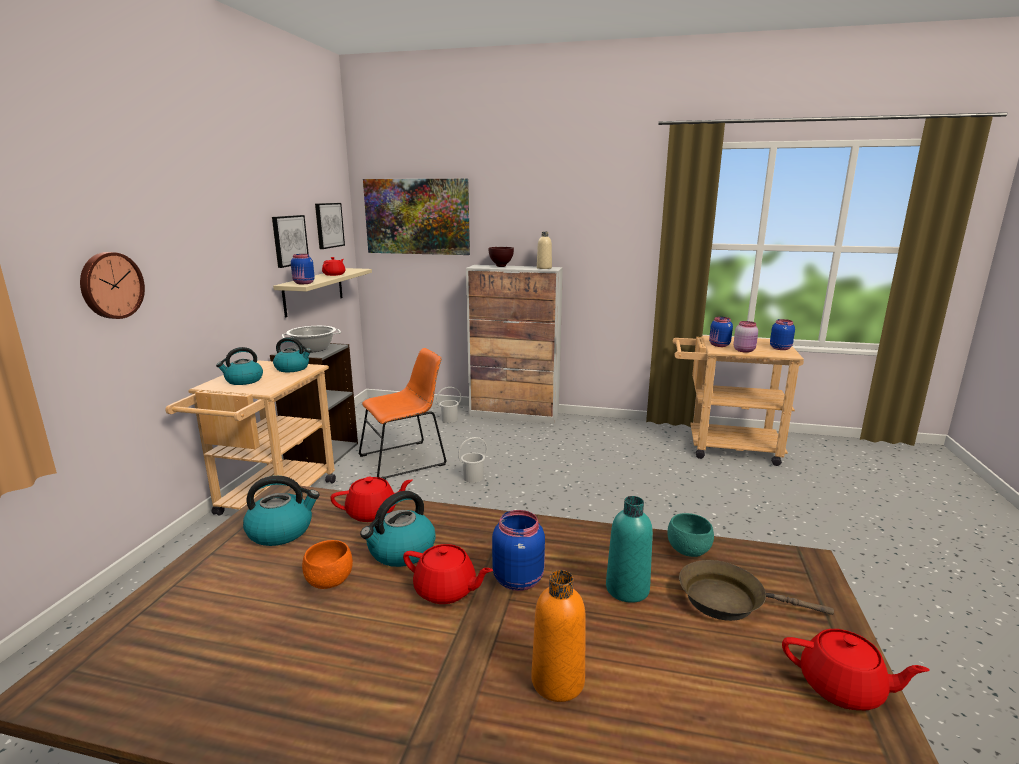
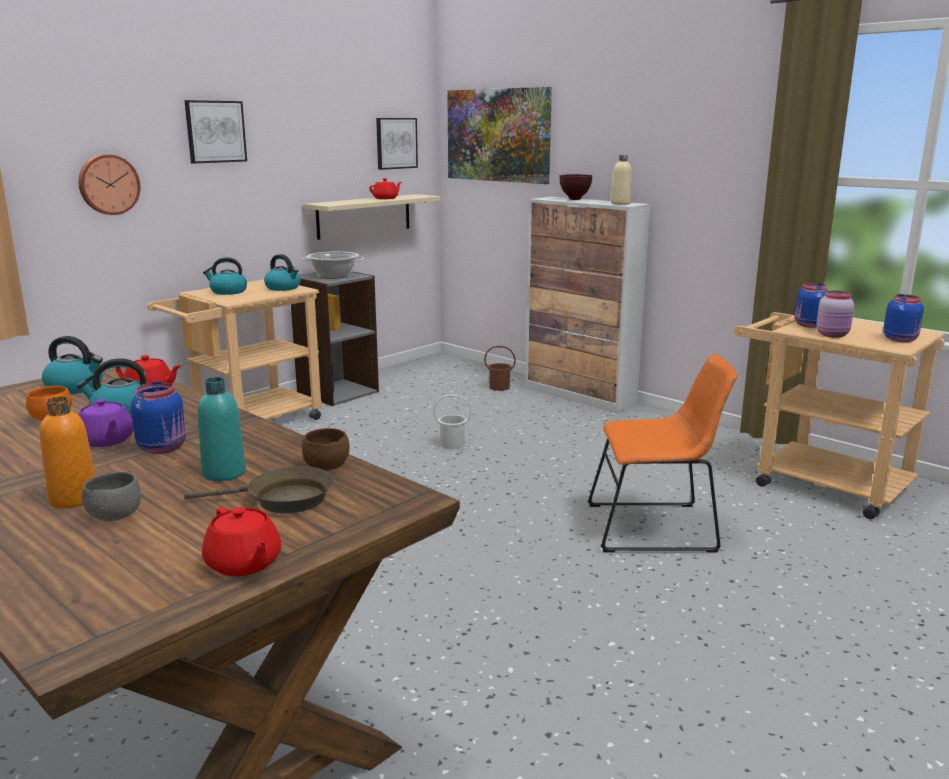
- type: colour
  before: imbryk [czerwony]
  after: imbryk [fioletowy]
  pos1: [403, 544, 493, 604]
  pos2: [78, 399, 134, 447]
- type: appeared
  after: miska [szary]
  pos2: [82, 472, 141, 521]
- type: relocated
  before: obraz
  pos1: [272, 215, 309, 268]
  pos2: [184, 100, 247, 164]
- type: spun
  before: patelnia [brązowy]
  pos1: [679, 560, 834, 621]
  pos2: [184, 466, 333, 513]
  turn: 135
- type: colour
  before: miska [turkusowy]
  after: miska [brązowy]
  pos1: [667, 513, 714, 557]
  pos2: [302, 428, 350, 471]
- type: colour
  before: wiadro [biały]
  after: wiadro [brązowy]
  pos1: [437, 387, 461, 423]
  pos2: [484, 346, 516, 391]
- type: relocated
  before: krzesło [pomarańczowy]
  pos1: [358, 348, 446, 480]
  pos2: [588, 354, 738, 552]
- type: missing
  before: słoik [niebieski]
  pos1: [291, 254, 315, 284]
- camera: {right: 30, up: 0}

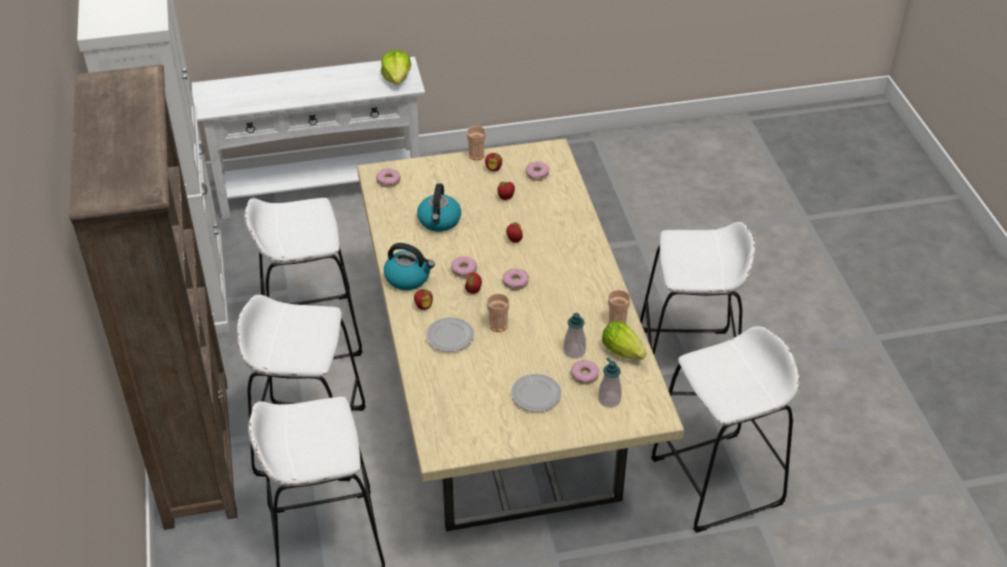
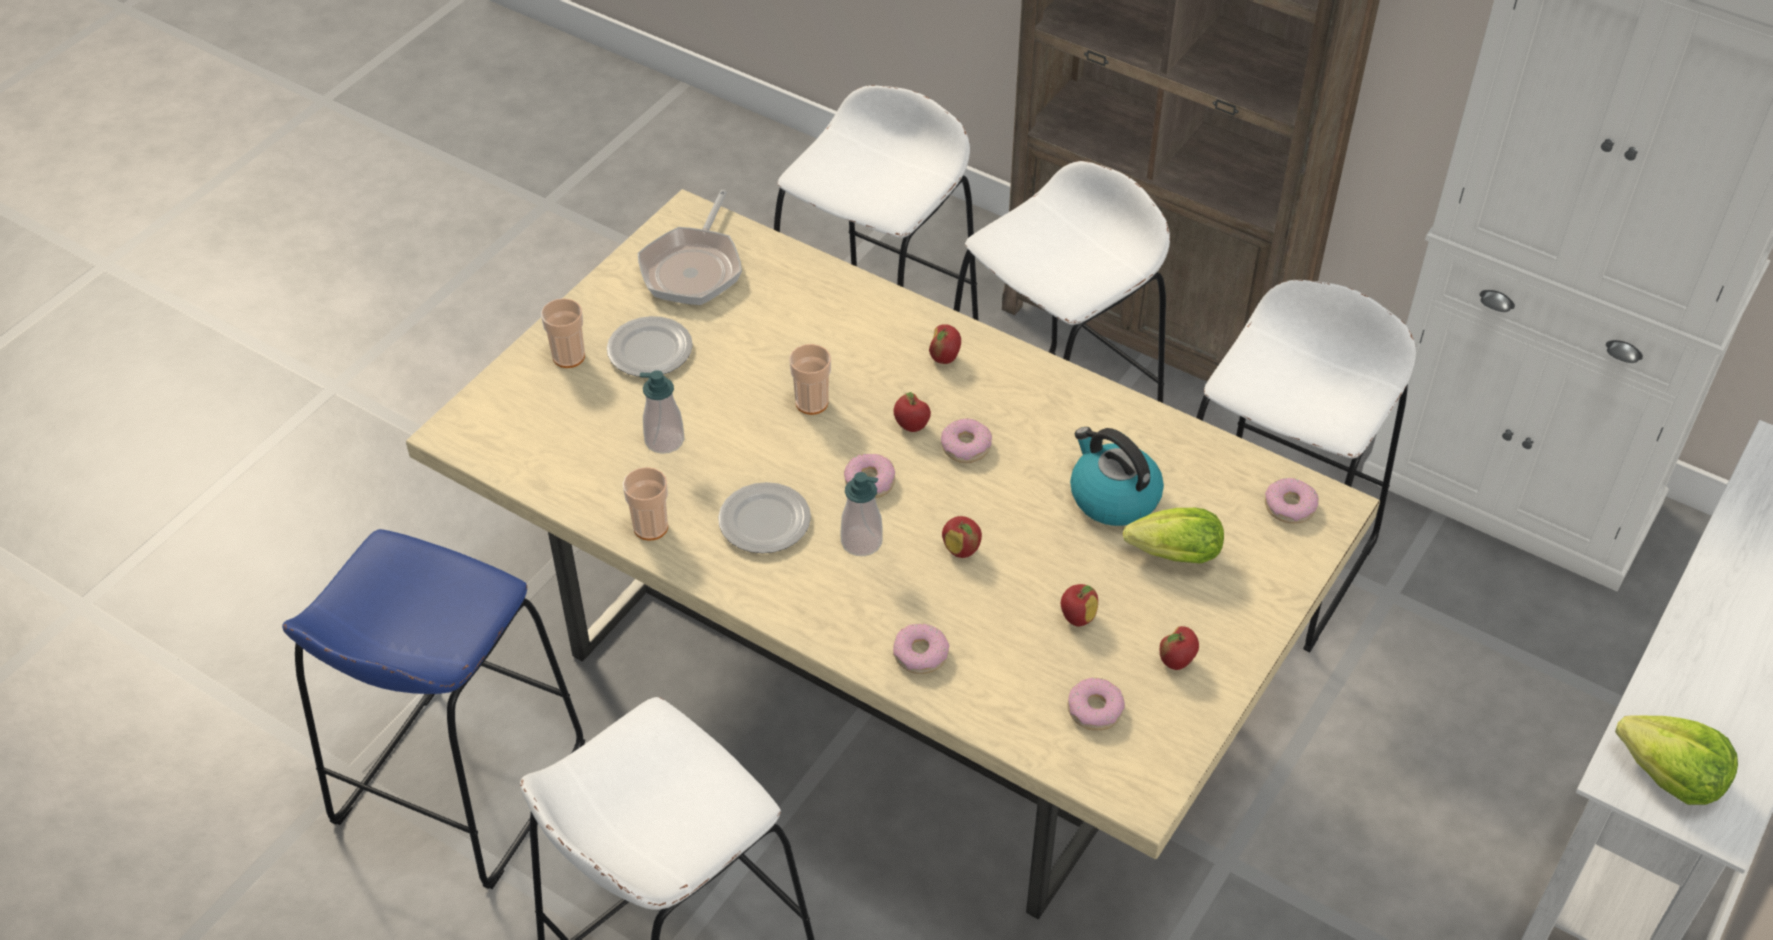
- type: colour
  before: stołek [biały]
  after: stołek [niebieski]
  pos1: [651, 326, 799, 533]
  pos2: [282, 529, 585, 889]
- type: relocated
  before: filiżanka
  pos1: [467, 126, 486, 160]
  pos2: [541, 298, 585, 368]
- type: appeared
  after: patelnia
  pos2: [638, 190, 742, 305]
- type: relocated
  before: talerz
  pos1: [426, 317, 474, 352]
  pos2: [718, 482, 811, 554]
- type: relocated
  before: dozownik mydła
  pos1: [598, 358, 621, 407]
  pos2: [840, 472, 883, 556]
- type: relocated
  before: donut
  pos1: [571, 360, 599, 385]
  pos2: [893, 624, 950, 674]
- type: relocated
  before: sałata
  pos1: [602, 321, 646, 360]
  pos2: [1123, 508, 1224, 564]
- type: missing
  before: czajnik
  pos1: [384, 243, 435, 290]
- camera: {right: 135, up: 5}

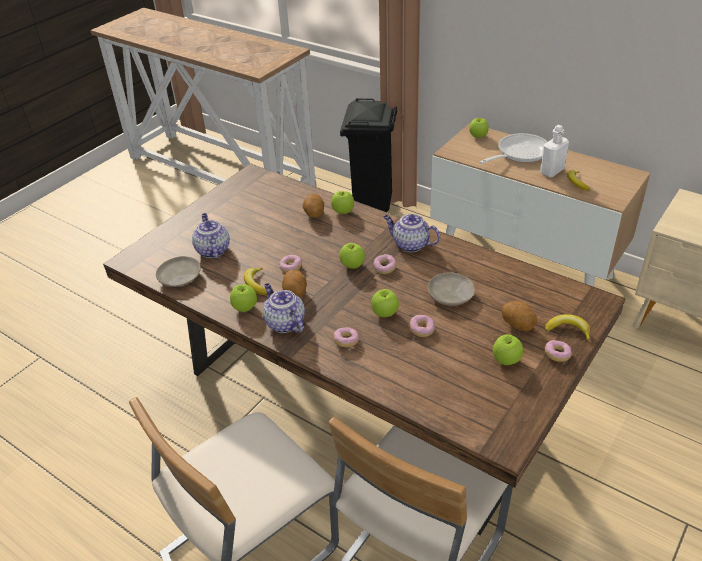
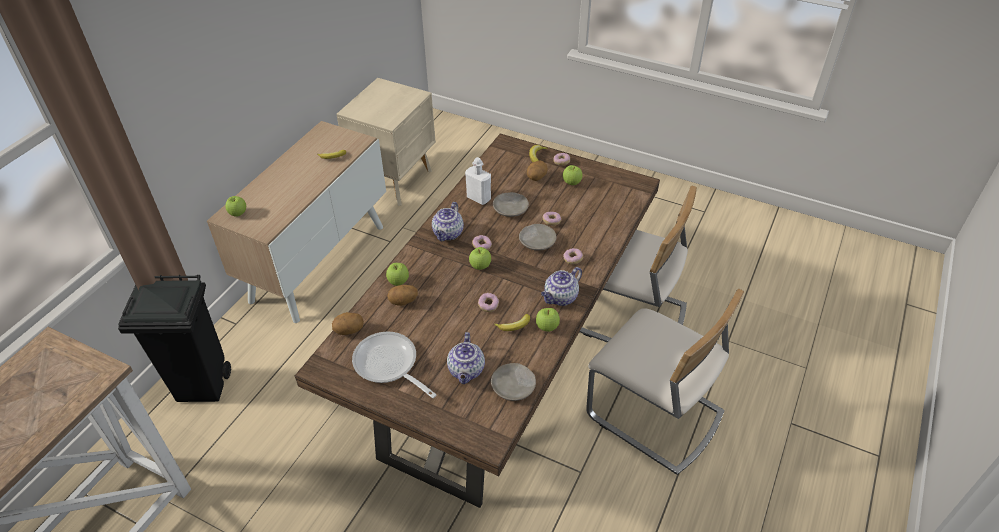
- type: relocated
  before: ziemniak
  pos1: [282, 270, 307, 298]
  pos2: [332, 312, 364, 335]
- type: relocated
  before: patelnia
  pos1: [479, 133, 548, 164]
  pos2: [352, 331, 437, 398]
- type: spun
  before: imbryk
  pos1: [192, 213, 230, 259]
  pos2: [447, 332, 485, 384]
  turn: -60
- type: relocated
  before: butelka [biały]
  pos1: [540, 125, 569, 177]
  pos2: [465, 157, 491, 205]
- type: exchanged
  before: jabłko
  after: talerz [beżowy]
  pos1: [371, 289, 399, 317]
  pos2: [519, 224, 557, 251]
- camera: {right: -100, up: 5}

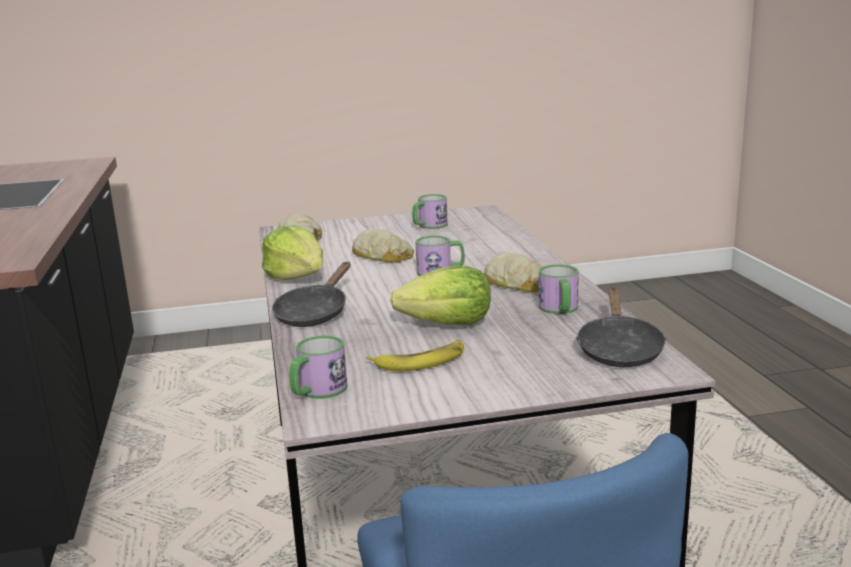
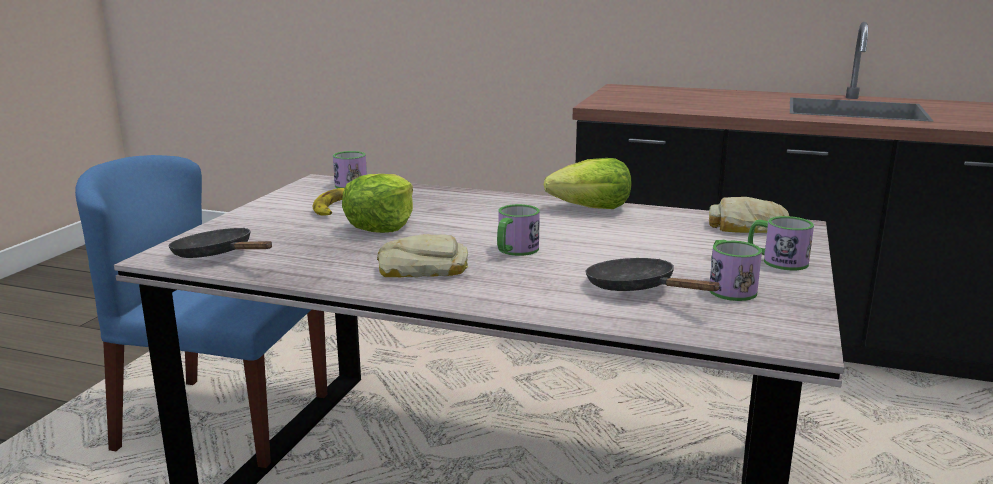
- type: relocated
  before: patelnia [czarny]
  pos1: [272, 262, 350, 327]
  pos2: [585, 258, 721, 291]
- type: relocated
  before: kubek
  pos1: [539, 265, 579, 314]
  pos2: [748, 216, 814, 270]
- type: missing
  before: chleb
  pos1: [352, 228, 414, 263]
- camera: {right: 120, up: 0}

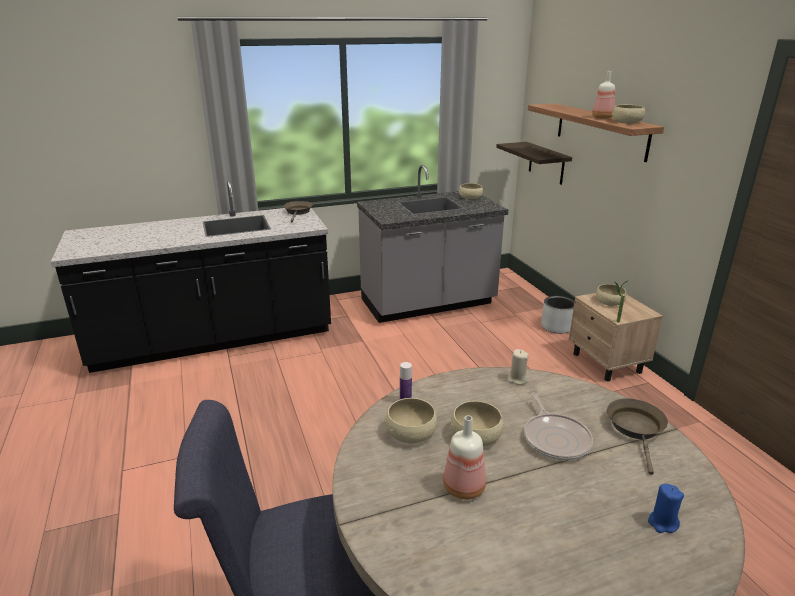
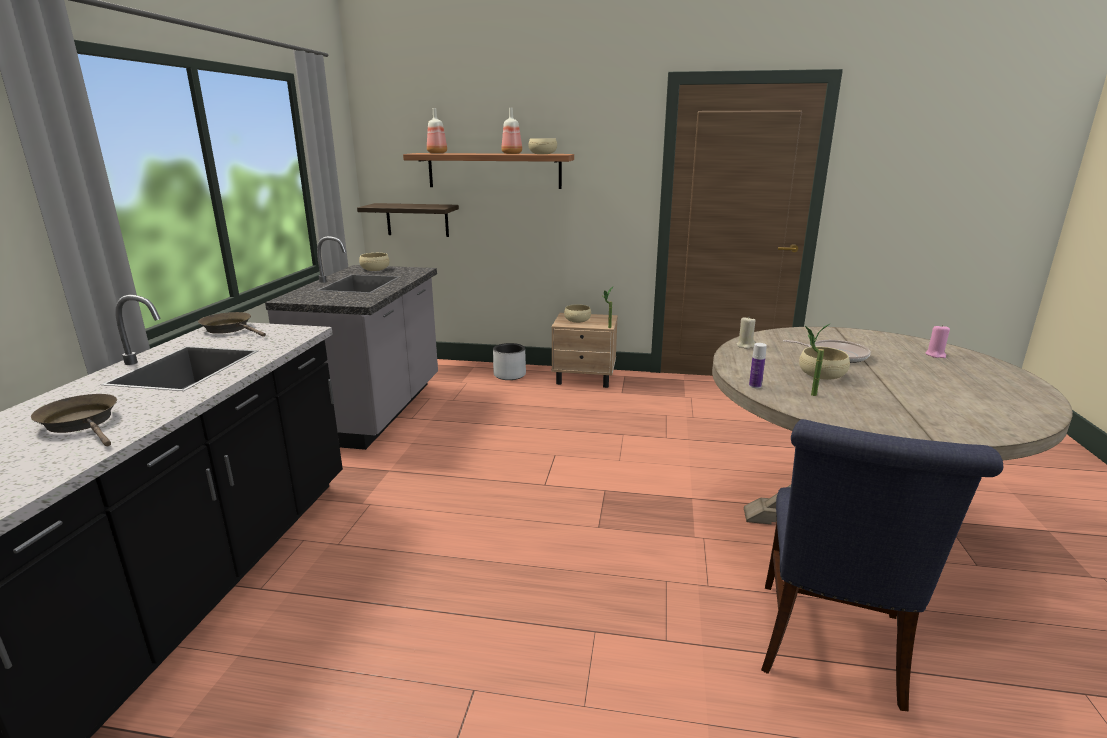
- type: relocated
  before: patelnia [brązowy]
  pos1: [607, 398, 668, 475]
  pos2: [31, 394, 117, 446]
- type: relocated
  before: butelka
  pos1: [443, 415, 486, 499]
  pos2: [427, 108, 447, 154]
- type: exchanged
  before: miska [beżowy]
  after: roślina doniczkowa
  pos1: [385, 398, 437, 443]
  pos2: [805, 323, 831, 396]
- type: colour
  before: świeca [niebieski]
  after: świeca [różowy]
  pos1: [648, 484, 684, 533]
  pos2: [926, 324, 950, 358]
- camera: {right: -60, up: -5}

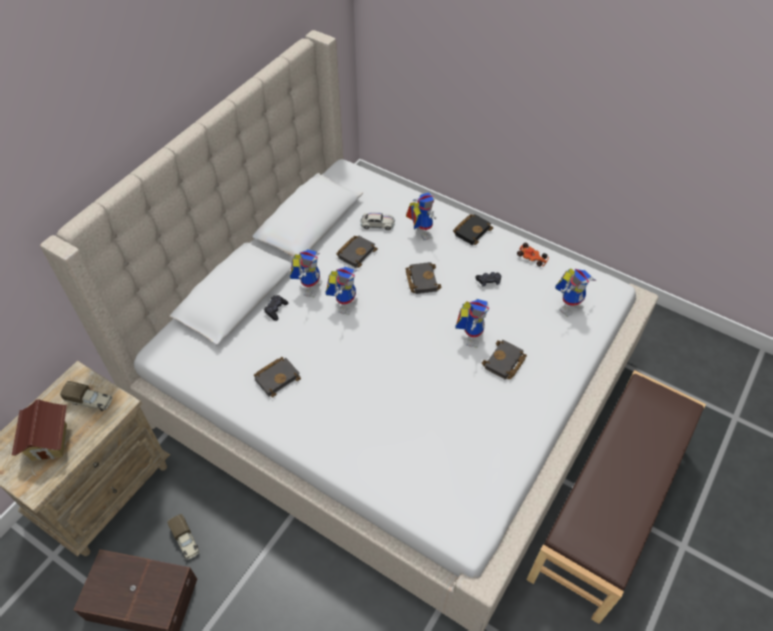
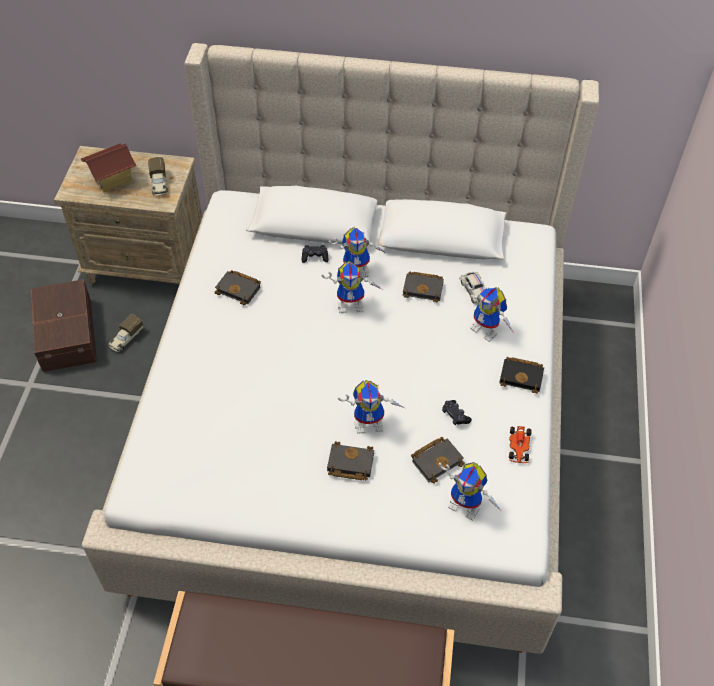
- type: relocated
  before: książka [czarny]
  pos1: [406, 262, 442, 294]
  pos2: [411, 437, 464, 484]
- type: spun
  before: robot zabawkowy
  pos1: [406, 192, 436, 240]
  pos2: [466, 282, 514, 342]
  turn: 90
- camera: {right: 65, up: 0}

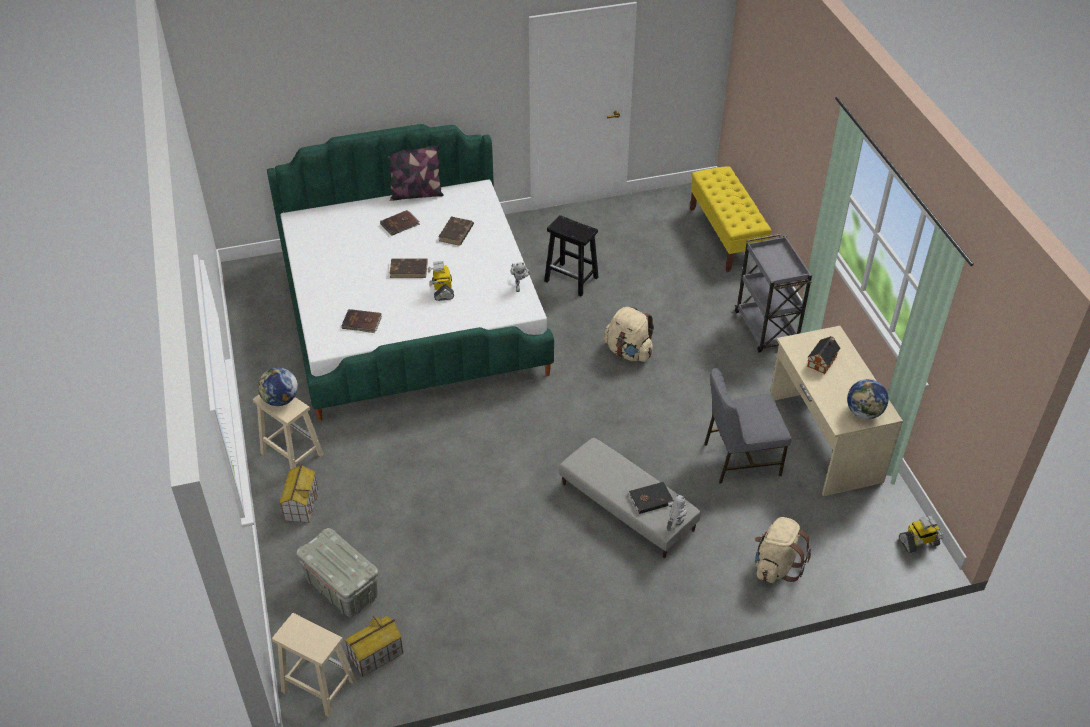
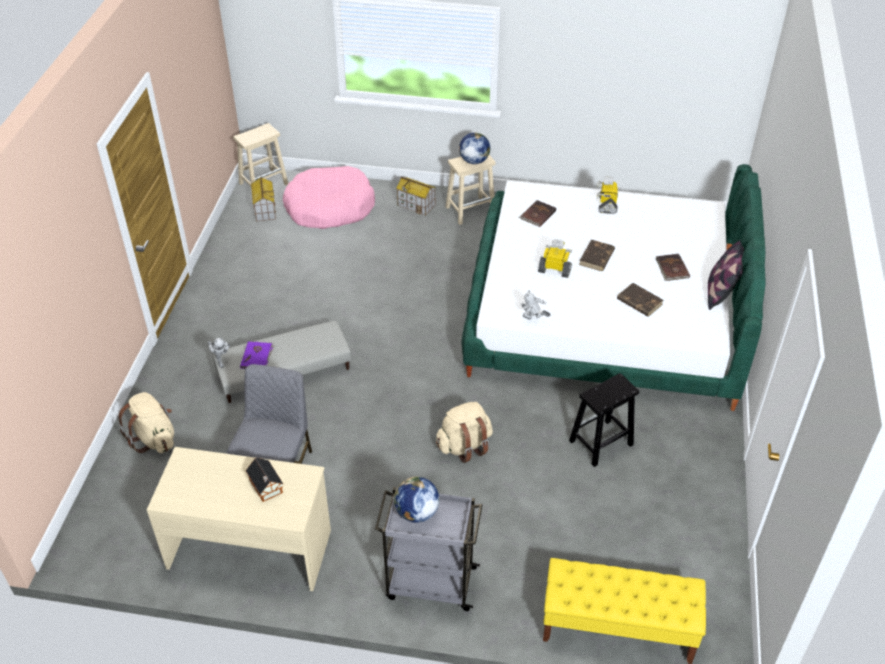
- type: colour
  before: książka [czarny]
  after: książka [fioletowy]
  pos1: [628, 482, 673, 514]
  pos2: [240, 341, 274, 369]
- type: exchanged
  before: pojemnik do przechowywania [szary]
  after: legowisko [różowy]
  pos1: [297, 528, 378, 617]
  pos2: [283, 166, 375, 229]
- type: relocated
  before: globus
  pos1: [847, 379, 888, 419]
  pos2: [394, 477, 440, 523]
- type: relocated
  before: robot zabawkowy
  pos1: [899, 516, 944, 553]
  pos2: [597, 176, 618, 214]
- camera: {right: 115, up: 0}

